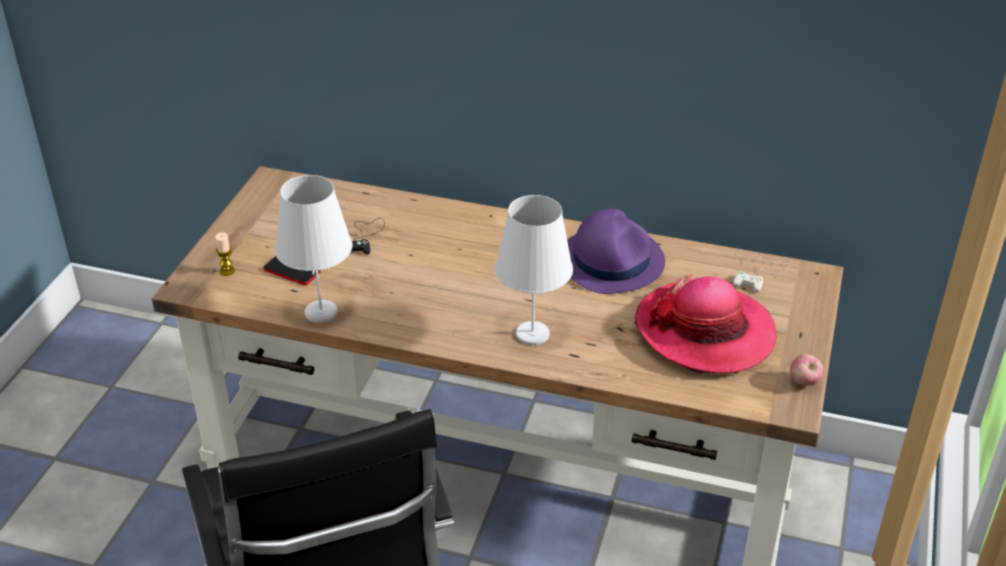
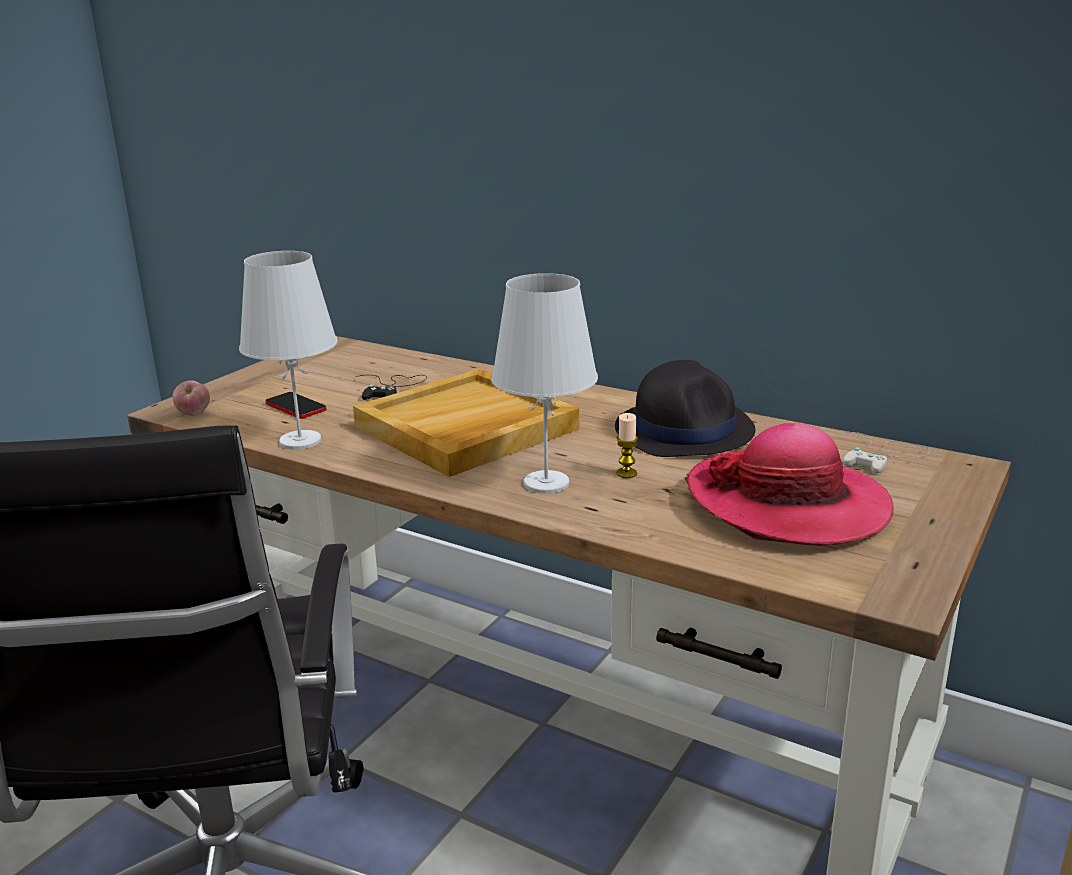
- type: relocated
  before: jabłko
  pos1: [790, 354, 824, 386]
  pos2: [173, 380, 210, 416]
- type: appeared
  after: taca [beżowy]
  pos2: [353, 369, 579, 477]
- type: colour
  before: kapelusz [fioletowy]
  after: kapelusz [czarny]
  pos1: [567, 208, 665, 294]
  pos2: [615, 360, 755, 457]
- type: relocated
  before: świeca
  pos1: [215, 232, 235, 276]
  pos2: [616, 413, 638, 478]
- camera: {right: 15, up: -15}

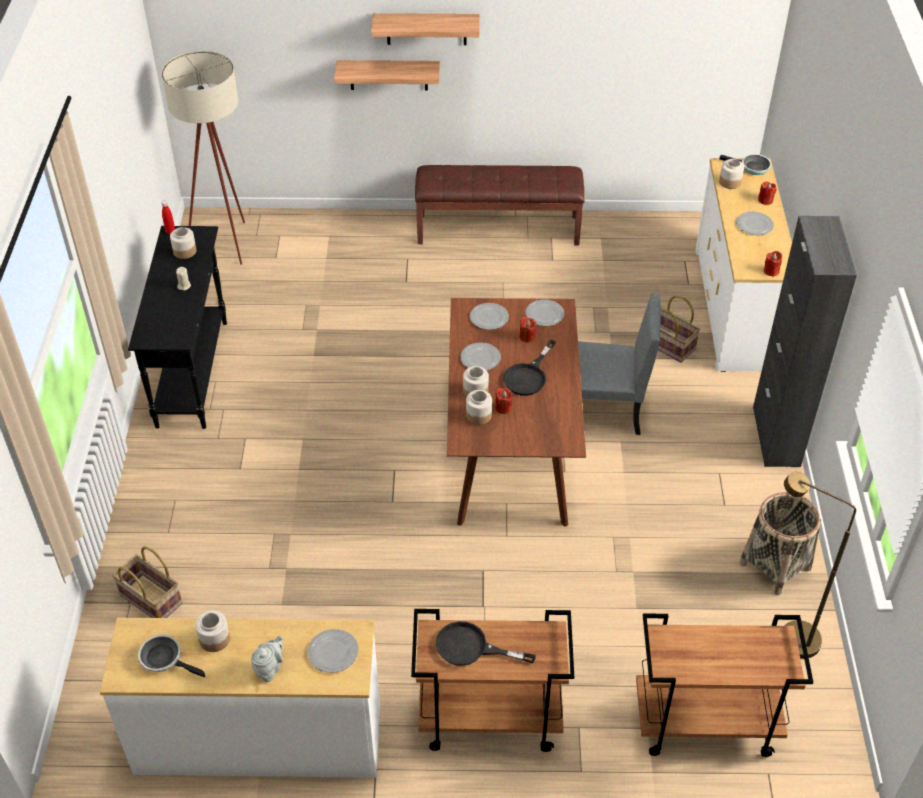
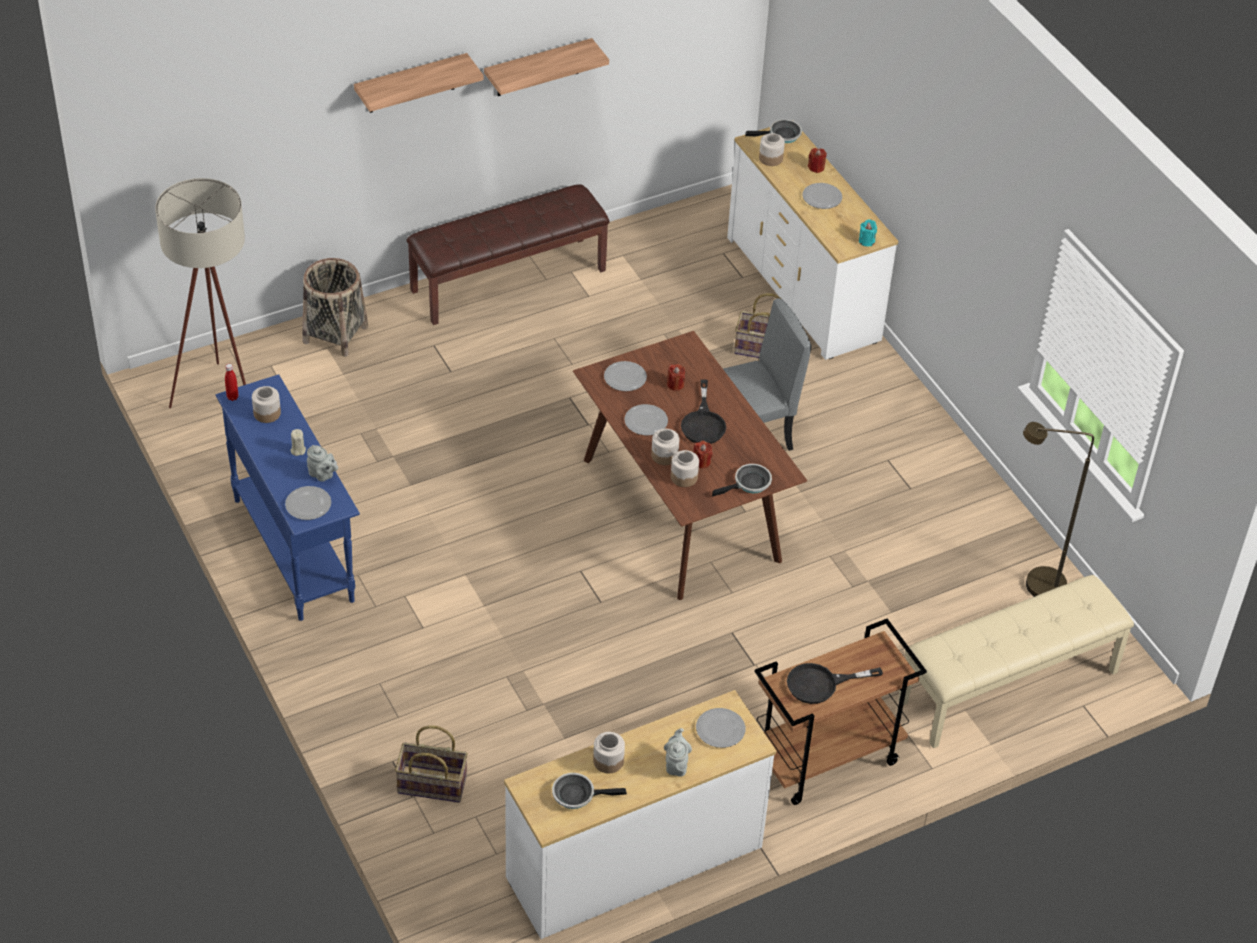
- type: colour
  before: stolik konsolowy [czarny]
  after: stolik konsolowy [niebieski]
  pos1: [128, 226, 227, 429]
  pos2: [216, 374, 360, 621]
- type: relocated
  before: talerz
  pos1: [525, 299, 565, 326]
  pos2: [285, 486, 331, 520]
- type: relocated
  before: koszyk
  pos1: [739, 492, 821, 595]
  pos2: [302, 258, 368, 357]
- type: appeared
  after: imbryk [szary]
  pos2: [307, 445, 338, 482]
- type: relocated
  before: półka
  pos1: [334, 60, 440, 90]
  pos2: [484, 38, 609, 96]
- type: appeared
  after: patelnia
  pos2: [712, 464, 772, 497]
- type: colour
  before: świeca [czerwony]
  after: świeca [turkusowy]
  pos1: [764, 251, 782, 277]
  pos2: [859, 219, 877, 247]
- type: exchanged
  before: wózek [brązowy]
  after: ławka [beżowy]
  pos1: [636, 614, 813, 757]
  pos2: [898, 575, 1134, 748]
- type: missing
  before: szafka [czarny]
  pos1: [753, 216, 857, 467]
- camera: {right: -30, up: 0}

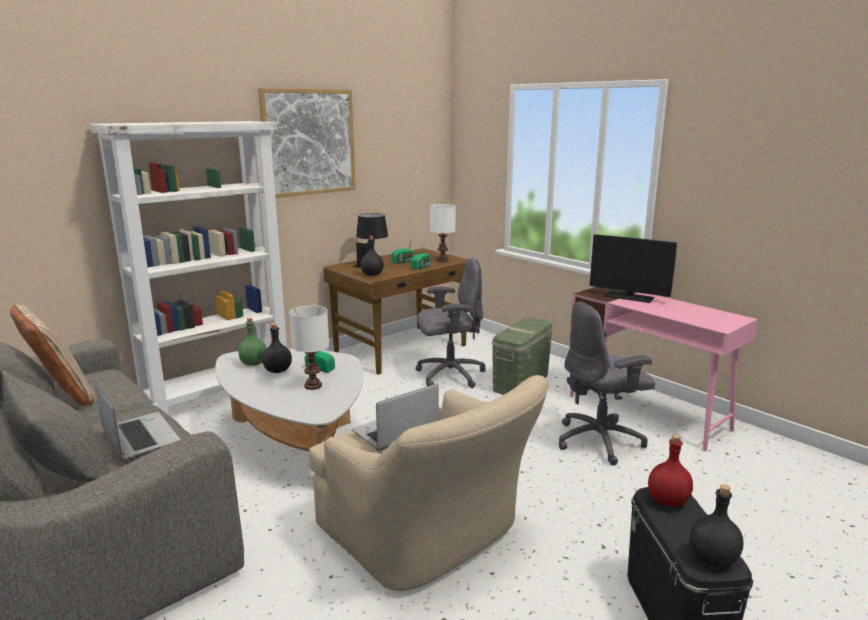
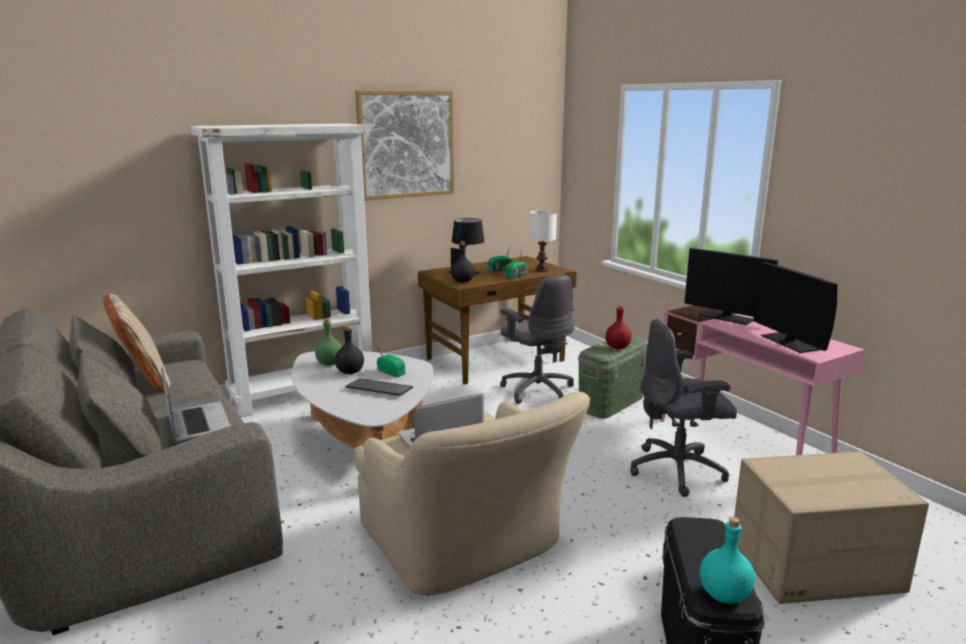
- type: exchanged
  before: lampa stołowa [biały]
  after: klawiatura
  pos1: [289, 305, 329, 390]
  pos2: [345, 378, 413, 396]
- type: spun
  before: krzesło biurowe [szary]
  pos1: [415, 258, 485, 388]
  pos2: [500, 274, 575, 404]
  turn: 60
- type: relocated
  before: butelka [czerwony]
  pos1: [648, 435, 693, 507]
  pos2: [605, 305, 632, 349]
- type: colour
  before: butelka [czarny]
  after: butelka [turkusowy]
  pos1: [690, 485, 744, 567]
  pos2: [700, 517, 755, 604]
- type: appeared
  after: karton
  pos2: [734, 451, 929, 604]
- type: appeared
  after: monitor
  pos2: [753, 262, 838, 353]
- camera: {right: 10, up: 0}

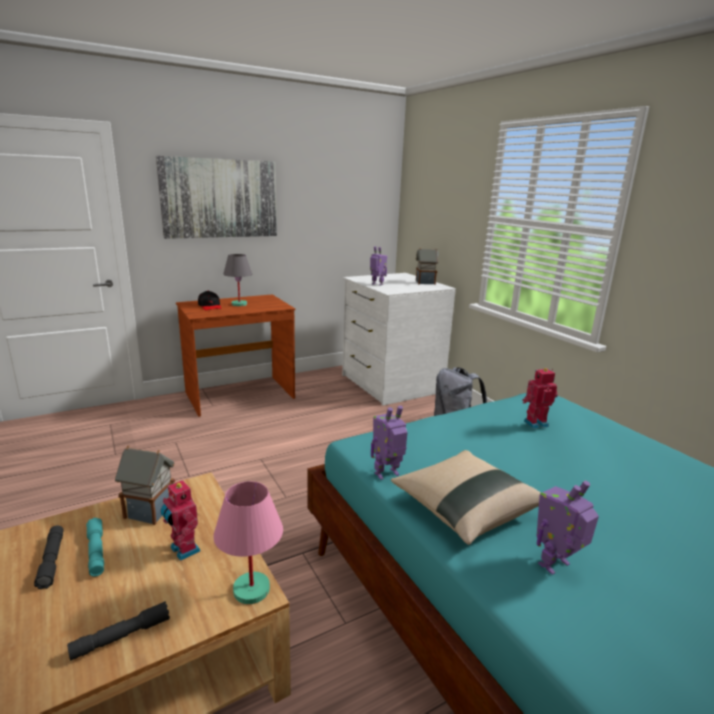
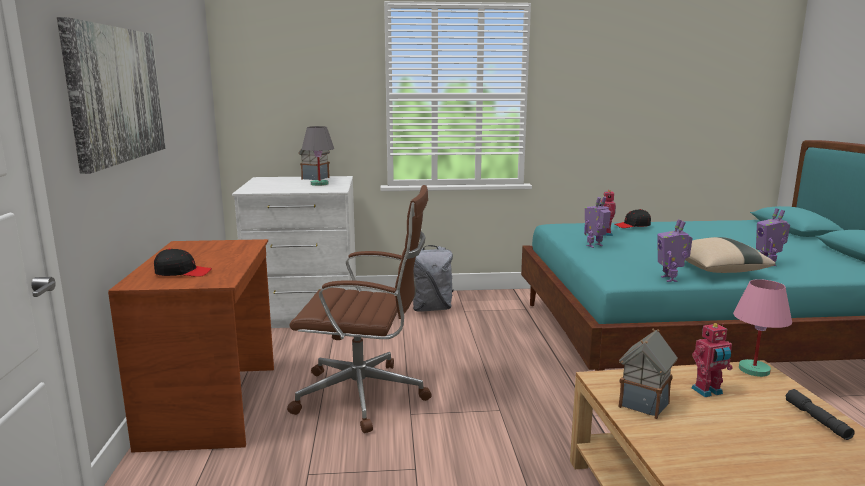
- type: appeared
  after: krzesło biurowe [brązowy]
  pos2: [287, 185, 432, 433]
- type: relocated
  before: lampa stołowa [szary]
  pos1: [223, 254, 252, 306]
  pos2: [302, 126, 334, 186]
- type: relocated
  before: robot zabawkowy
  pos1: [370, 246, 387, 286]
  pos2: [584, 196, 611, 248]
- type: appeared
  after: czapka z daszkiem [czarny]
  pos2: [615, 209, 651, 228]
- type: missing
  before: latarka [szary]
  pos1: [34, 525, 63, 589]
- type: missing
  before: latarka [turkusowy]
  pos1: [86, 518, 104, 577]
- camera: {right: -65, up: -5}

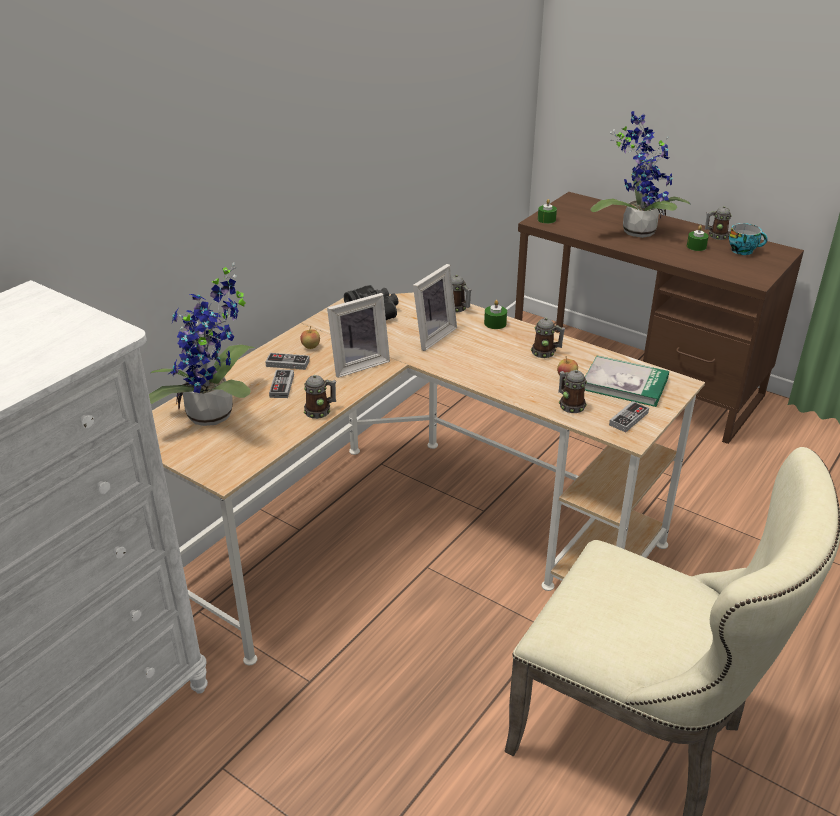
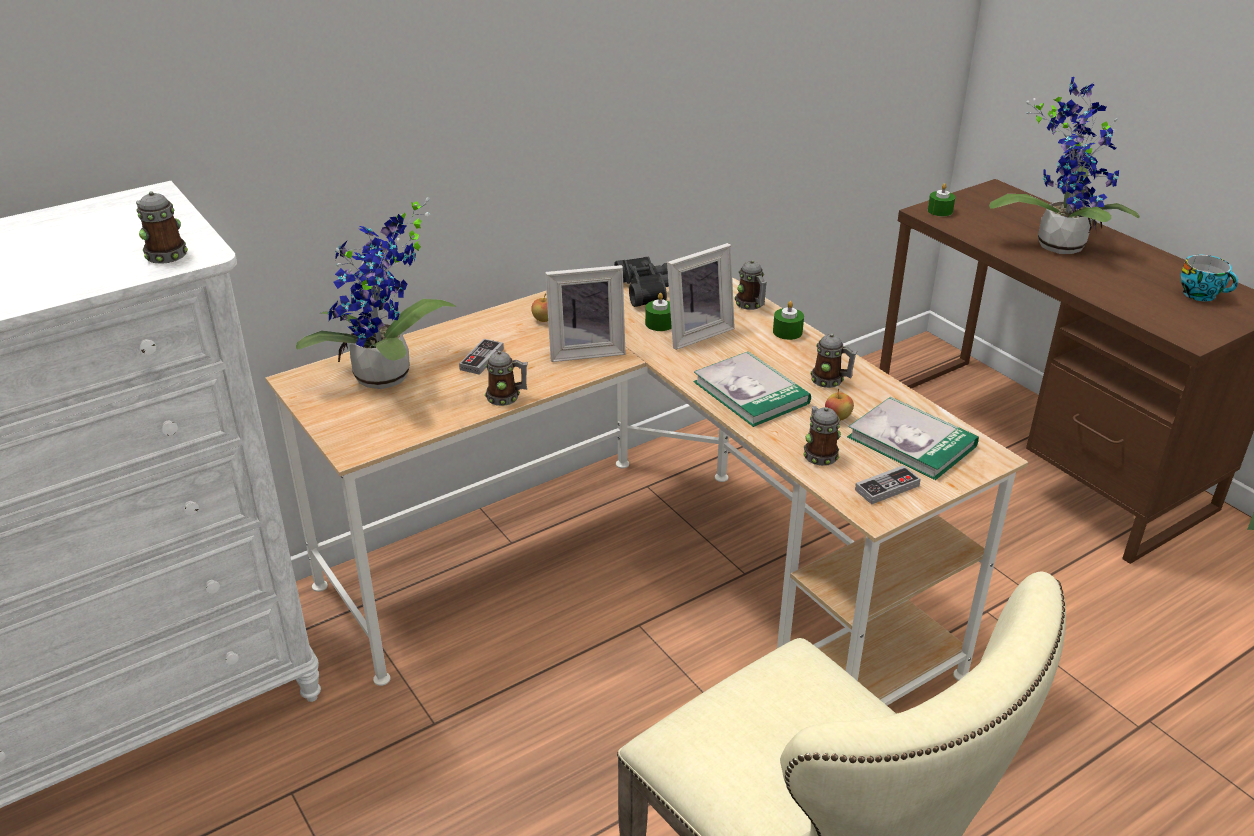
- type: relocated
  before: kubek
  pos1: [704, 206, 732, 240]
  pos2: [136, 191, 188, 264]
- type: relocated
  before: świeca [zielony]
  pos1: [687, 225, 709, 251]
  pos2: [645, 293, 672, 331]
- type: appeared
  after: książka
  pos2: [693, 351, 811, 427]
- type: missing
  before: pad do gier
  pos1: [266, 353, 310, 370]
- camera: {right: 20, up: 0}

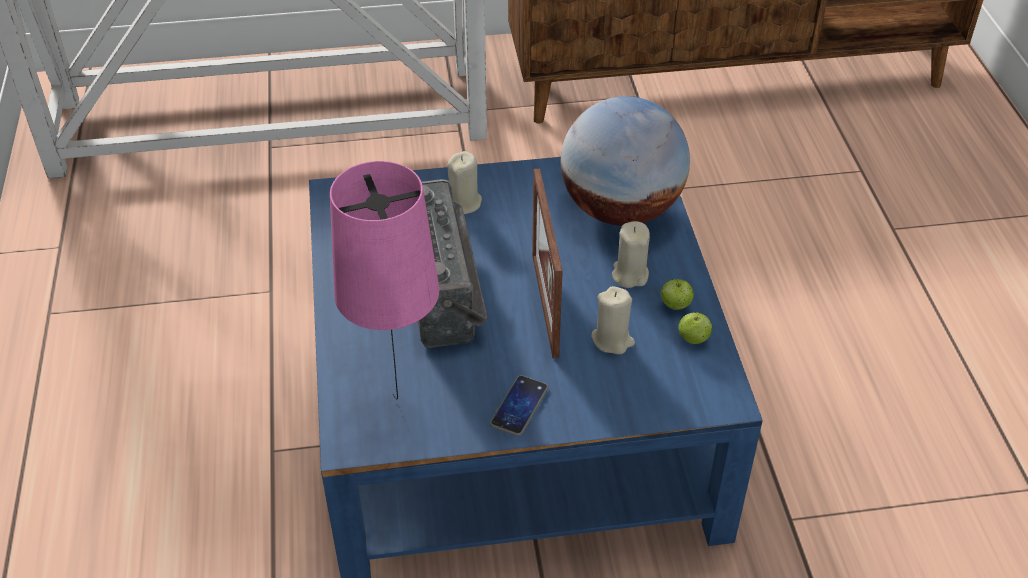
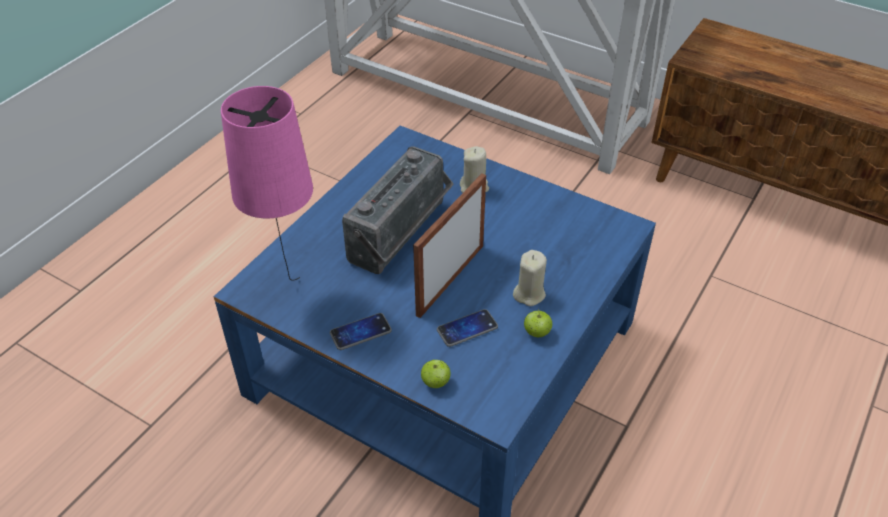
- type: relocated
  before: jabłko
  pos1: [678, 312, 712, 344]
  pos2: [421, 360, 451, 388]
- type: exchanged
  before: świeca [beżowy]
  after: telefon
  pos1: [591, 286, 635, 354]
  pos2: [437, 309, 498, 347]
- type: missing
  before: globus
  pos1: [561, 96, 690, 226]
- camera: {right: 40, up: 0}

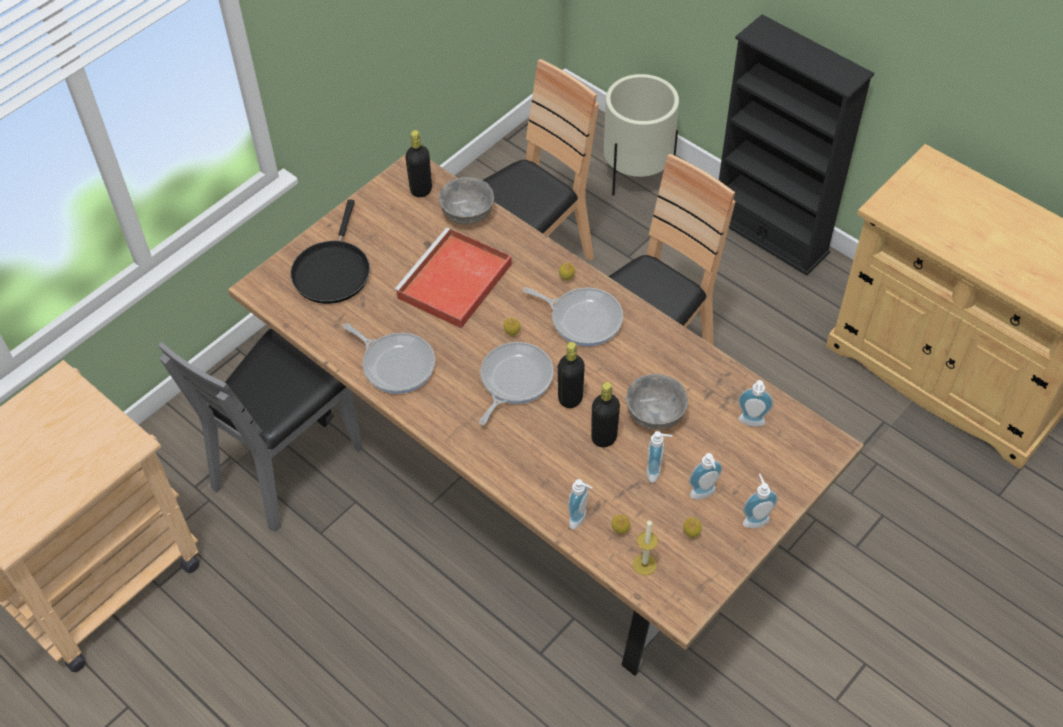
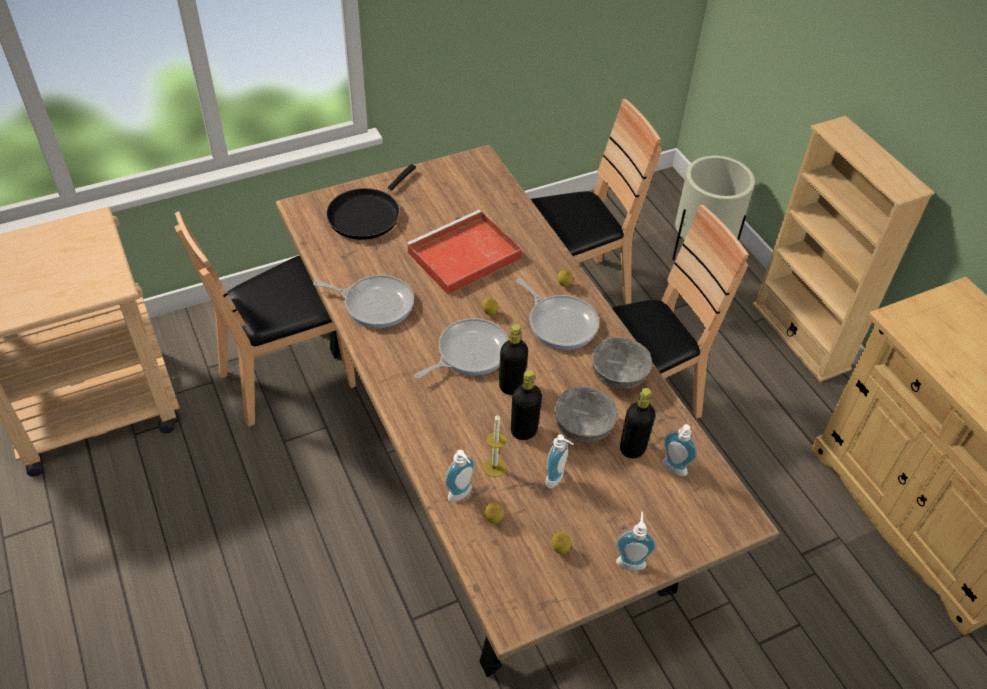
- type: colour
  before: krzesło [szary]
  after: krzesło [brązowy]
  pos1: [158, 329, 363, 532]
  pos2: [175, 211, 356, 427]
- type: spun
  before: patelnia
  pos1: [343, 323, 435, 394]
  pos2: [313, 275, 414, 328]
  turn: -45
- type: relocated
  before: świeca
  pos1: [633, 520, 658, 575]
  pos2: [483, 415, 507, 477]
- type: relocated
  before: miska [szary]
  pos1: [439, 177, 494, 224]
  pos2: [592, 337, 652, 389]
- type: relocated
  before: butelka [czarny]
  pos1: [405, 130, 432, 197]
  pos2: [620, 388, 655, 458]
- type: colour
  before: regał [czarny]
  after: regał [beżowy]
  pos1: [719, 14, 875, 276]
  pos2: [752, 116, 935, 382]
- type: missing
  before: dozownik mydła
  pos1: [689, 453, 723, 499]
- camera: {right: 20, up: -5}

